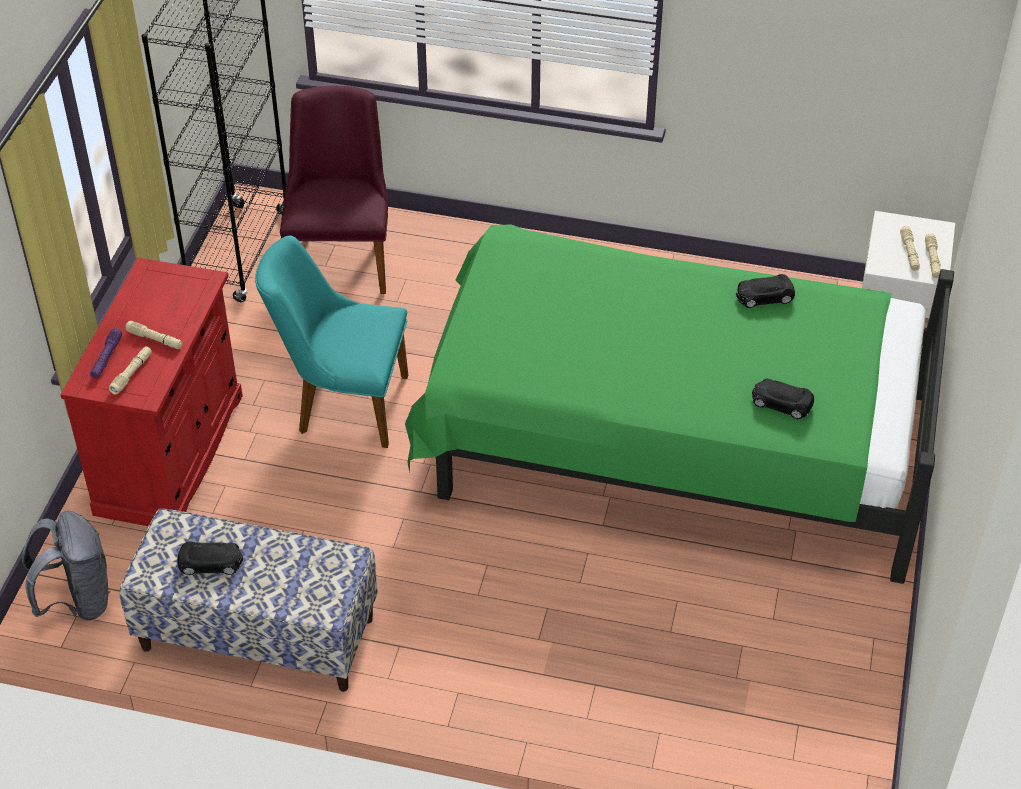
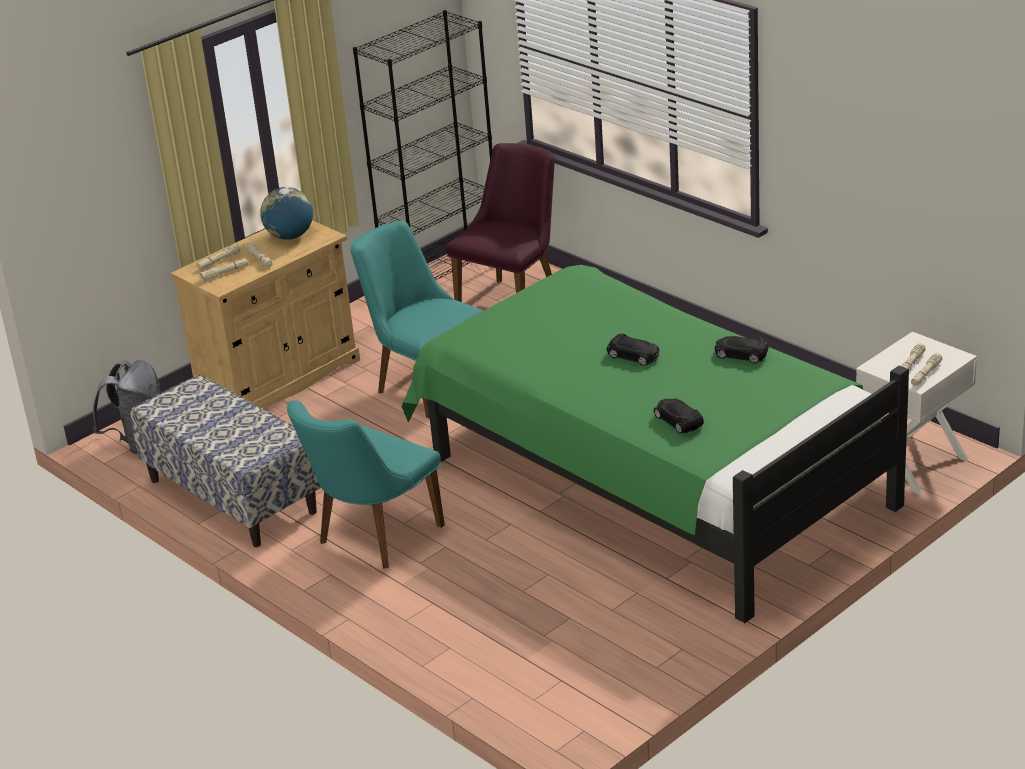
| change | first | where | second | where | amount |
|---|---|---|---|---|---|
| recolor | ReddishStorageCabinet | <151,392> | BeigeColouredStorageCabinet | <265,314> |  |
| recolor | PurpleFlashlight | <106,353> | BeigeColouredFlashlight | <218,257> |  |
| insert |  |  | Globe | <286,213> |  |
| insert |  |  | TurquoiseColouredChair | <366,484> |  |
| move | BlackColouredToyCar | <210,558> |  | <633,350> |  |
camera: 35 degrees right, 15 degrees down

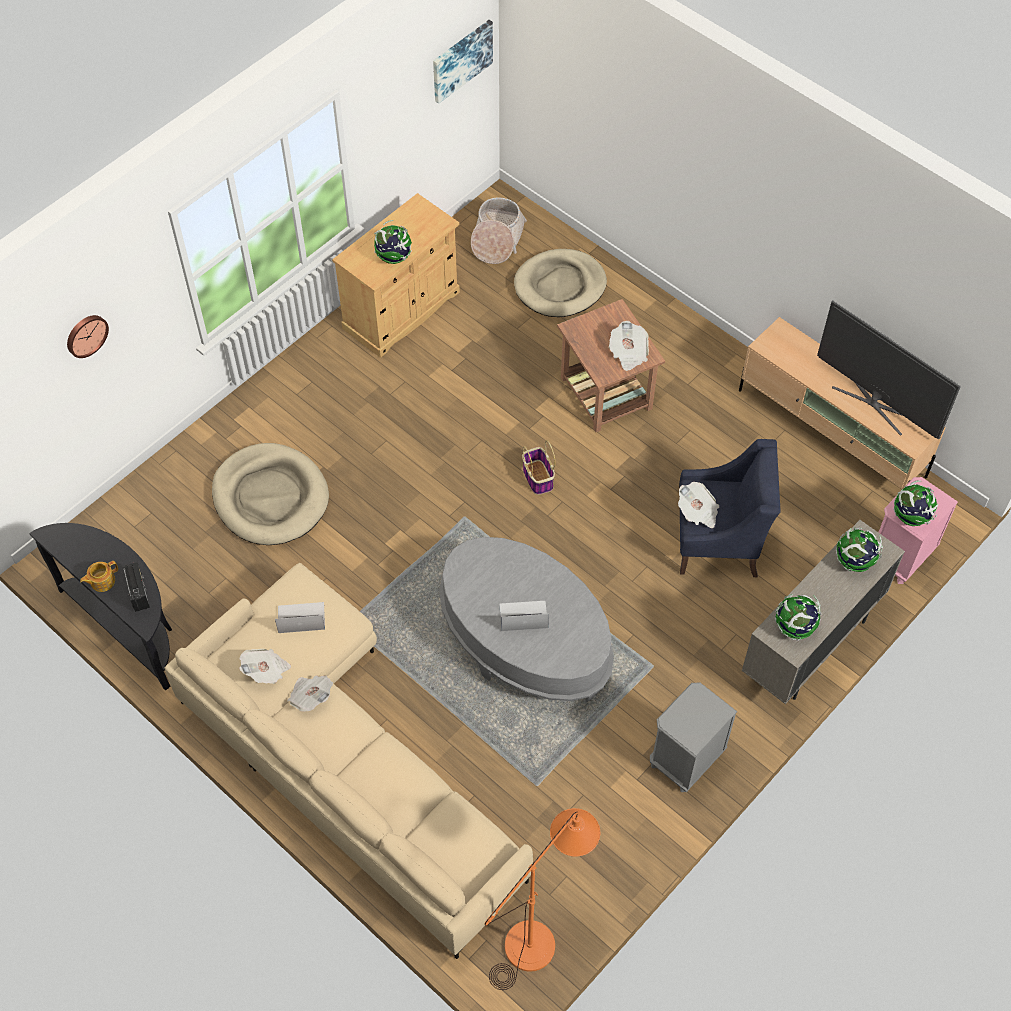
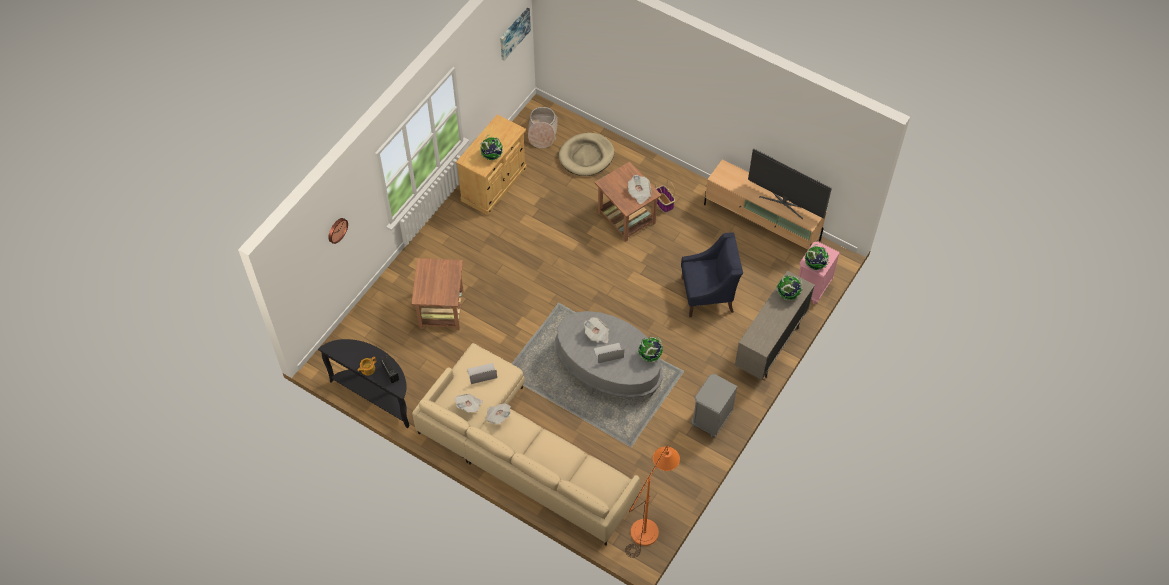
| change | first | where | second | where | amount |
|---|---|---|---|---|---|
| replace | BeigeColouredDogCushion | <270,494> | BrownAccentTable | <437,294> |  |
| move | DailyPaper | <698,505> |  | <596,330> |  |
| move | Globe | <798,617> |  | <650,349> |  |
| move | StorageBasket | <538,467> |  | <665,196> |  |
camera: 10 degrees left, 0 degrees up

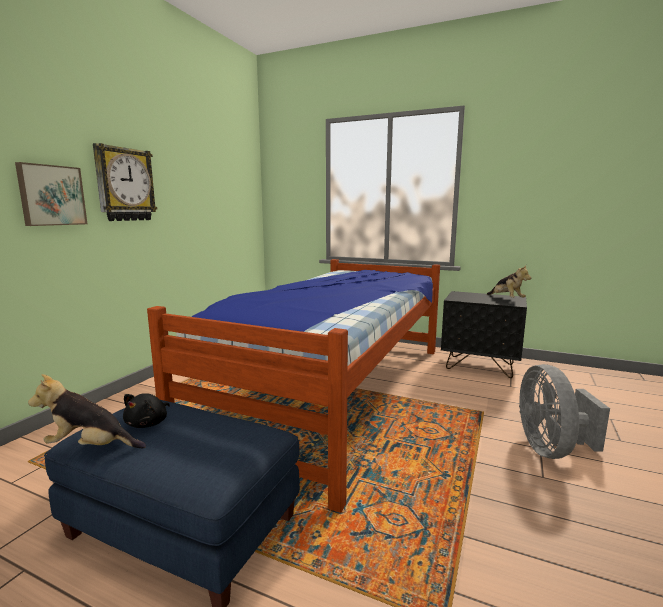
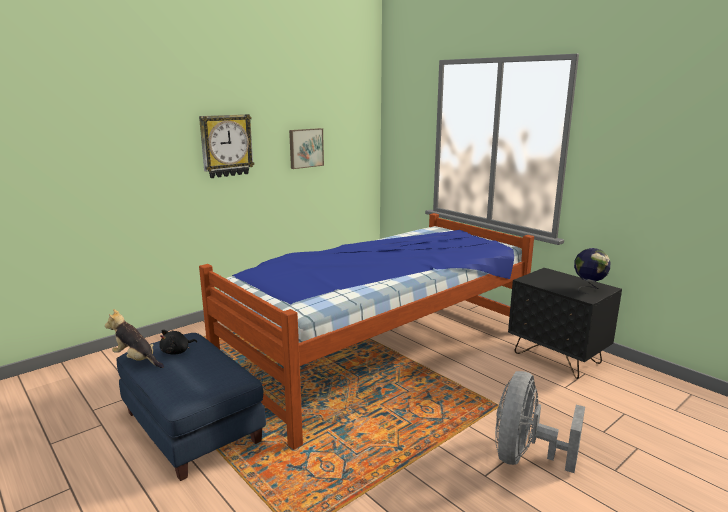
| change | first | where | second | where | amount |
|---|---|---|---|---|---|
| move | WallArt | <51,194> |  | <306,148> |  |
| replace | PlushToy | <509,281> | Globe | <592,271> |  |
camera: 25 degrees right, 5 degrees up

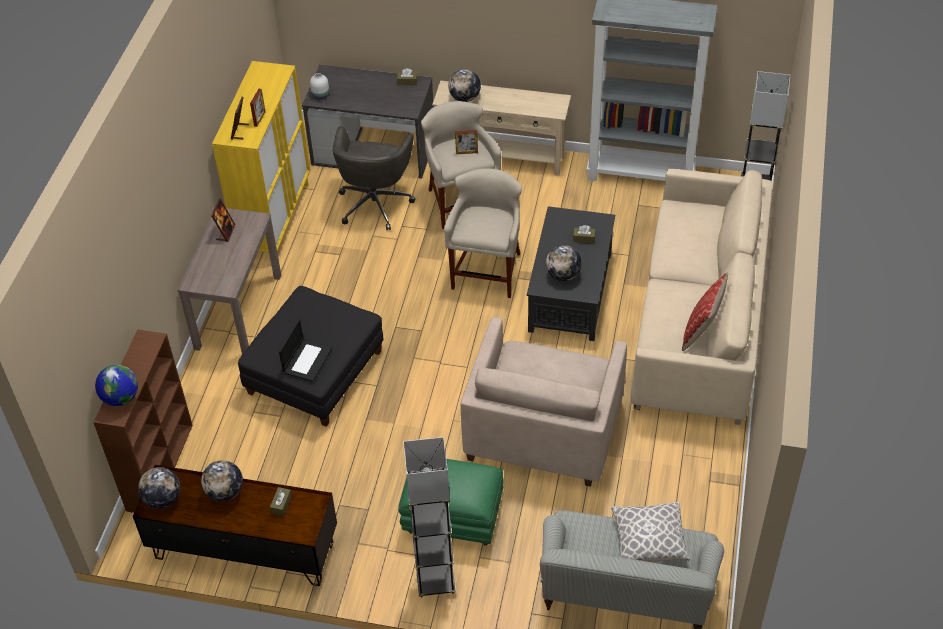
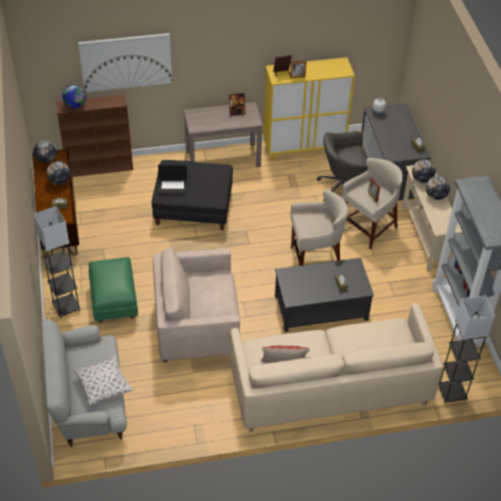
| change | first | where | second | where | amount |
|---|---|---|---|---|---|
| insert |  |  | WallArt | <125,62> |  |
| move | Globe | <564,263> |  | <438,188> |  |
camera: 65 degrees right, 0 degrees up

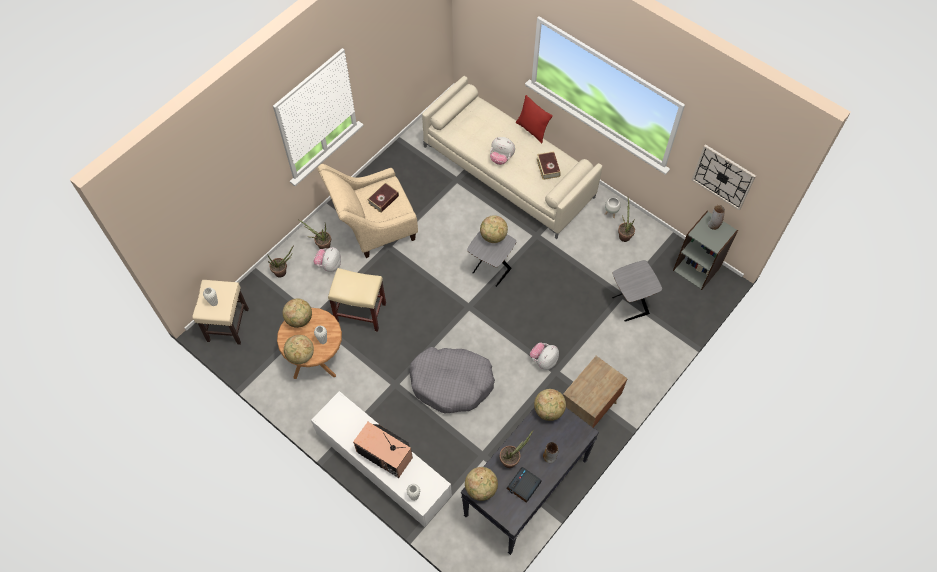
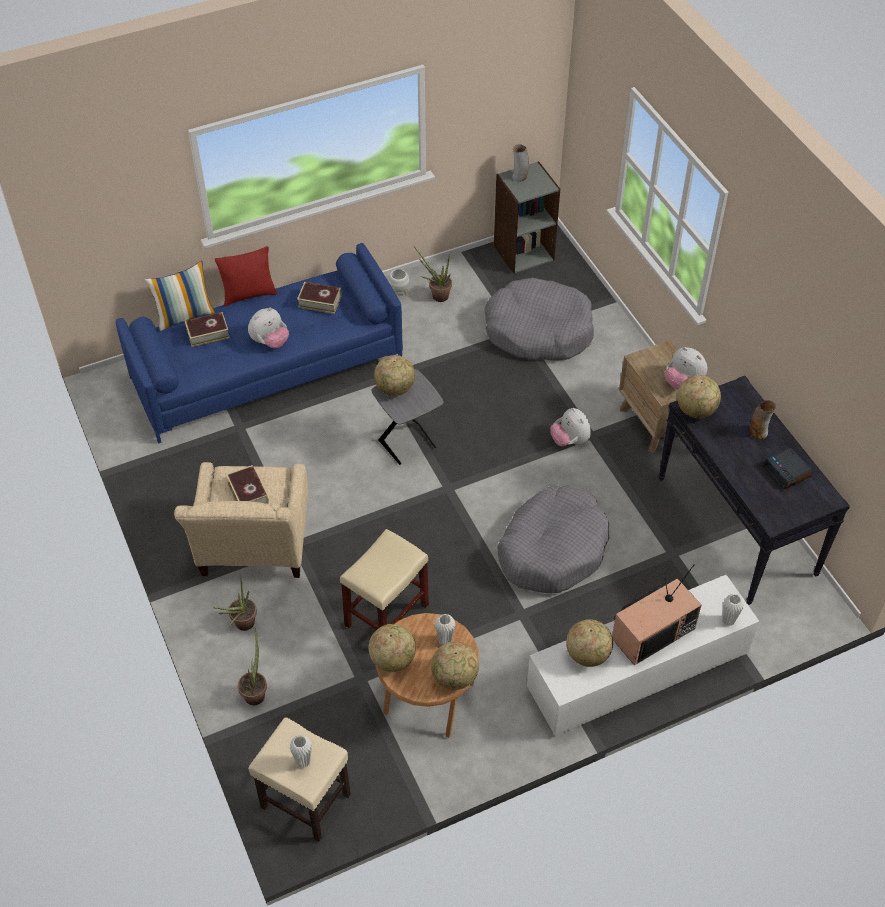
| change | first | where | second | where | amount |
|---|---|---|---|---|---|
| recolor | BeigeColouredCouch | <512,157> | BlueColouredCouch | <259,343> |  |
| insert |  |  | Pillow | <180,296> |  |
| insert |  |  | BoundBook | <207,329> |  |
| replace | GreyishAccentTable | <637,291> | GreyishDogCushion | <539,319> |  |
| move | Globe | <481,484> |  | <589,643> |  |
| move | PlushToy | <327,259> |  | <686,368> |  |
| delete | Houseplant | <516,449> |  |  |  |
| delete | ClockOnTheWall | <724,177> |  |  |  |
camera: 65 degrees left, 10 degrees down

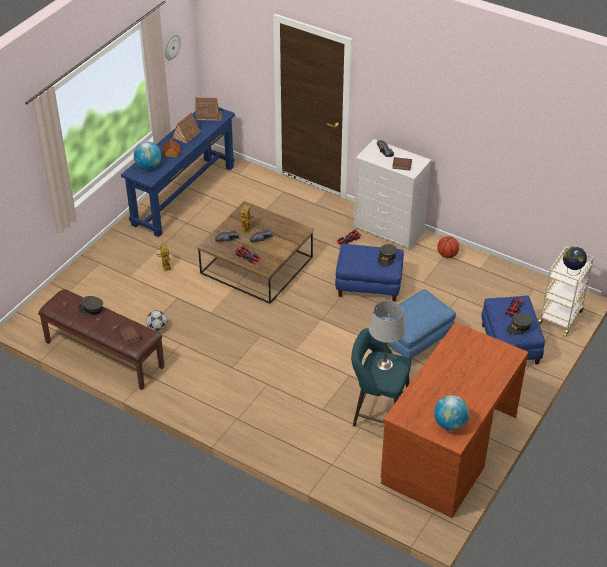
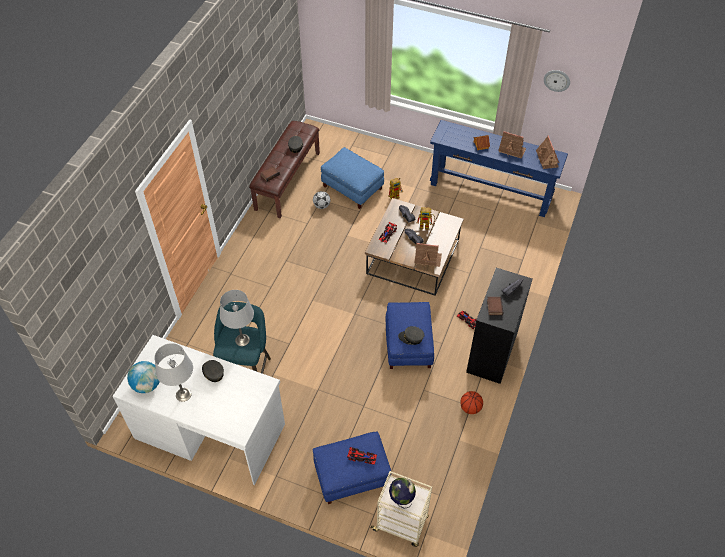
| change | first | where | second | where | amount |
|---|---|---|---|---|---|
| recolor | BrownDesk | <455,420> | WhiteColouredDesk | <199,410> |  |
| insert |  |  | GreyishLampForATable | <173,372> |  |
| move | GreyishBaseballCap | <519,324> |  | <213,371> |  |
| move | BlueColouredOttoman | <417,324> |  | <352,178> |  |
| insert |  |  | ModelHouse | <428,255> |  |
| recolor | WhiteColouredChestOfDrawers | <392,195> | BlackColouredChestOfDrawers | <499,326> |  |
| delete | Globe | <147,155> |  |  |  |
camera: 80 degrees right, 10 degrees up

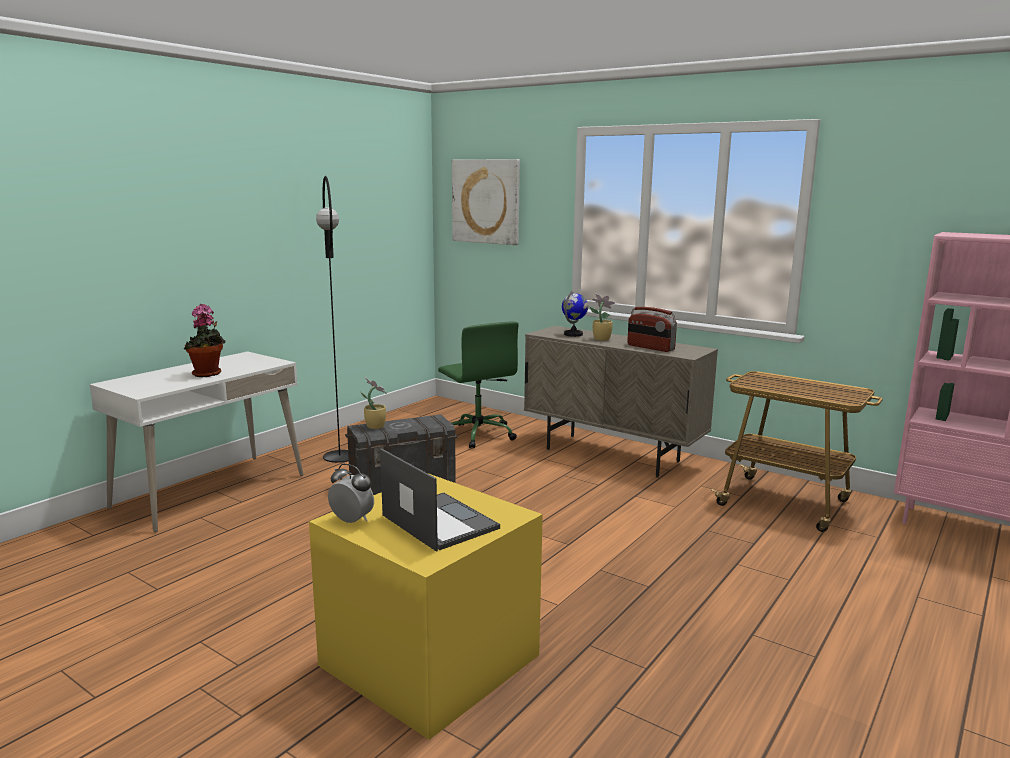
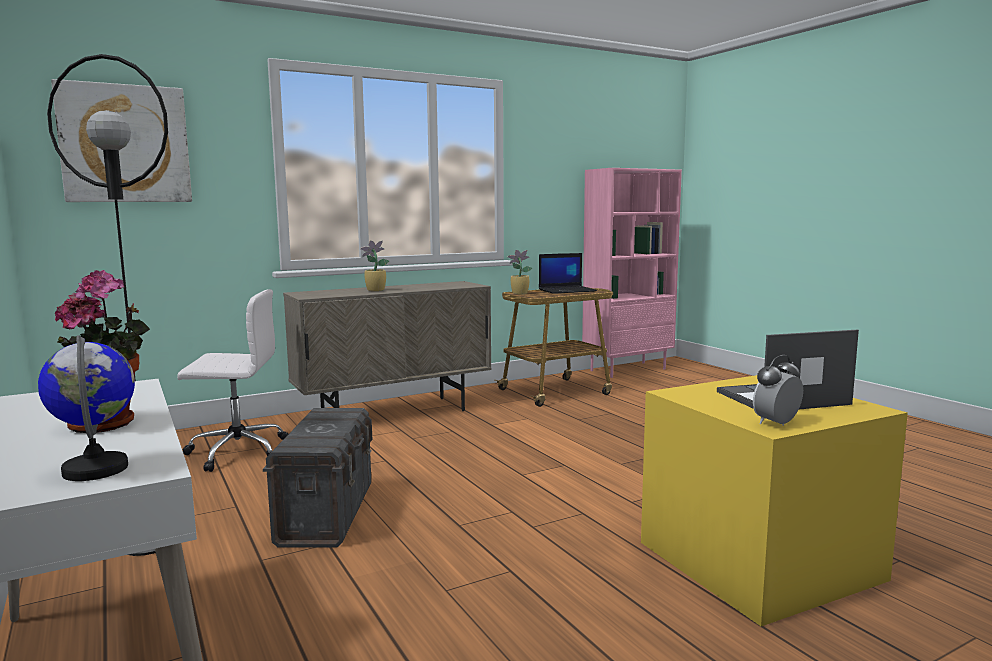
| change | first | where | second | where | amount |
|---|---|---|---|---|---|
| move | Globe | <575,314> |  | <86,408> |  |
| recolor | GreenishComputerChair | <478,385> | WhiteColouredComputerChair | <232,380> |  |
| move | Houseplant | <373,403> |  | <520,272> |  |
| insert |  |  | Laptop | <568,273> |  |
| delete | RadioSet | <652,329> |  |  |  |
camera: 65 degrees left, 5 degrees down

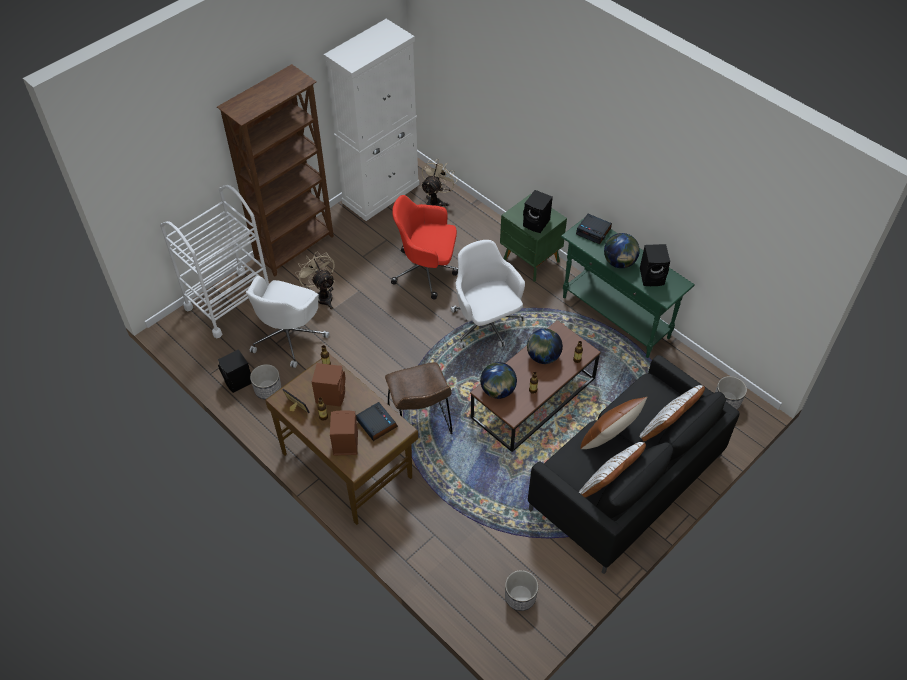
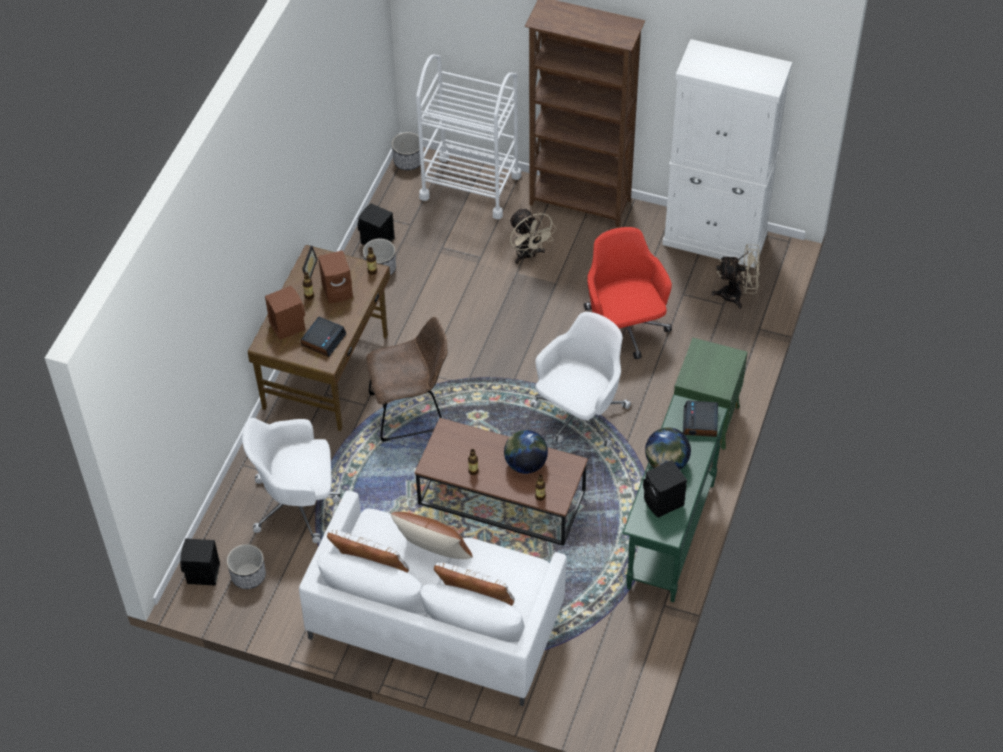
| change | first | where | second | where | amount |
|---|---|---|---|---|---|
| move | BlackColouredLoudspeaker | <538,211> |  | <200,562> |  |
| move | WhiteColouredComputerChair | <288,322> |  | <291,480> |  |
| recolor | BlackColouredCouch | <634,464> | WhiteColouredCouch | <433,598> |  |
| rotate | BrownChair | <419,398> |  | <407,379> | 150 degrees counterclockwise |
| move | Planter | <731,392> |  | <406,151> |  |
| rotate | BeigeColouredFan | <315,280> |  | <533,236> | 120 degrees clockwise |
| delete | Globe | <498,380> |  |  |  |
camera: 65 degrees right, 0 degrees up

